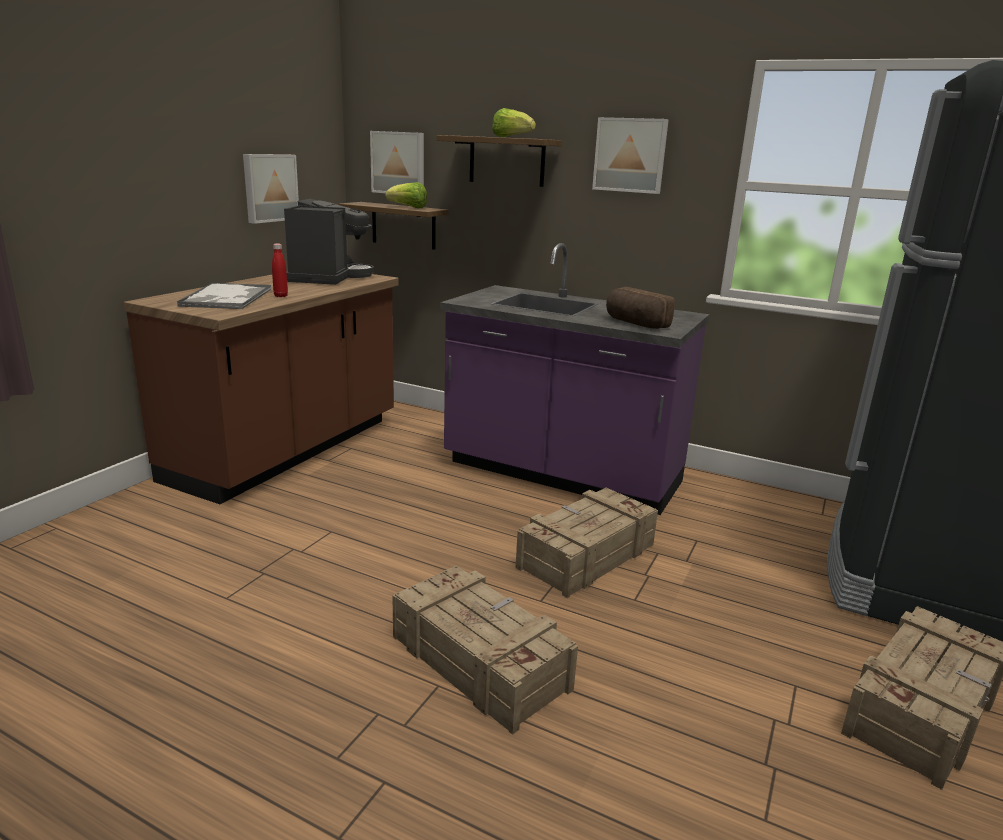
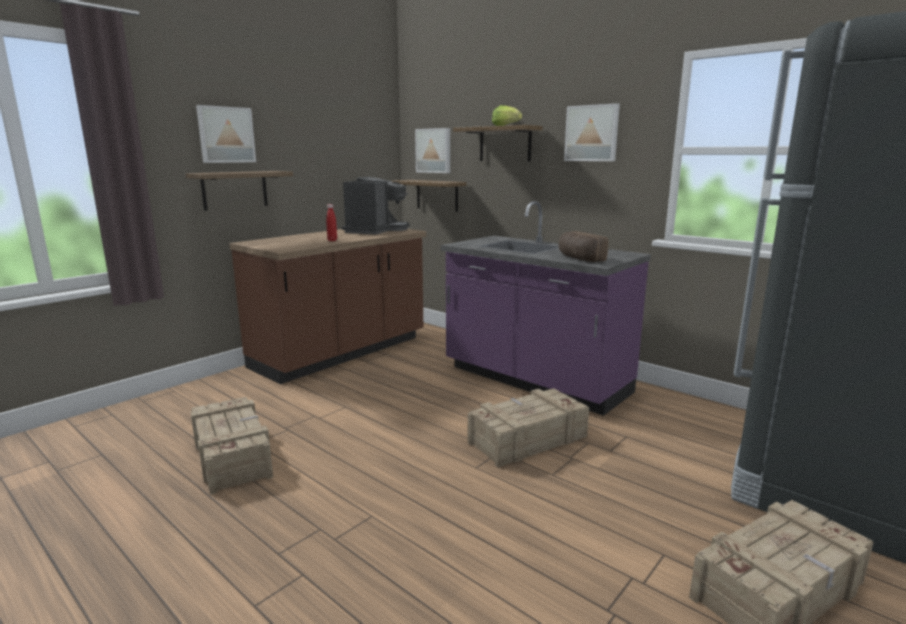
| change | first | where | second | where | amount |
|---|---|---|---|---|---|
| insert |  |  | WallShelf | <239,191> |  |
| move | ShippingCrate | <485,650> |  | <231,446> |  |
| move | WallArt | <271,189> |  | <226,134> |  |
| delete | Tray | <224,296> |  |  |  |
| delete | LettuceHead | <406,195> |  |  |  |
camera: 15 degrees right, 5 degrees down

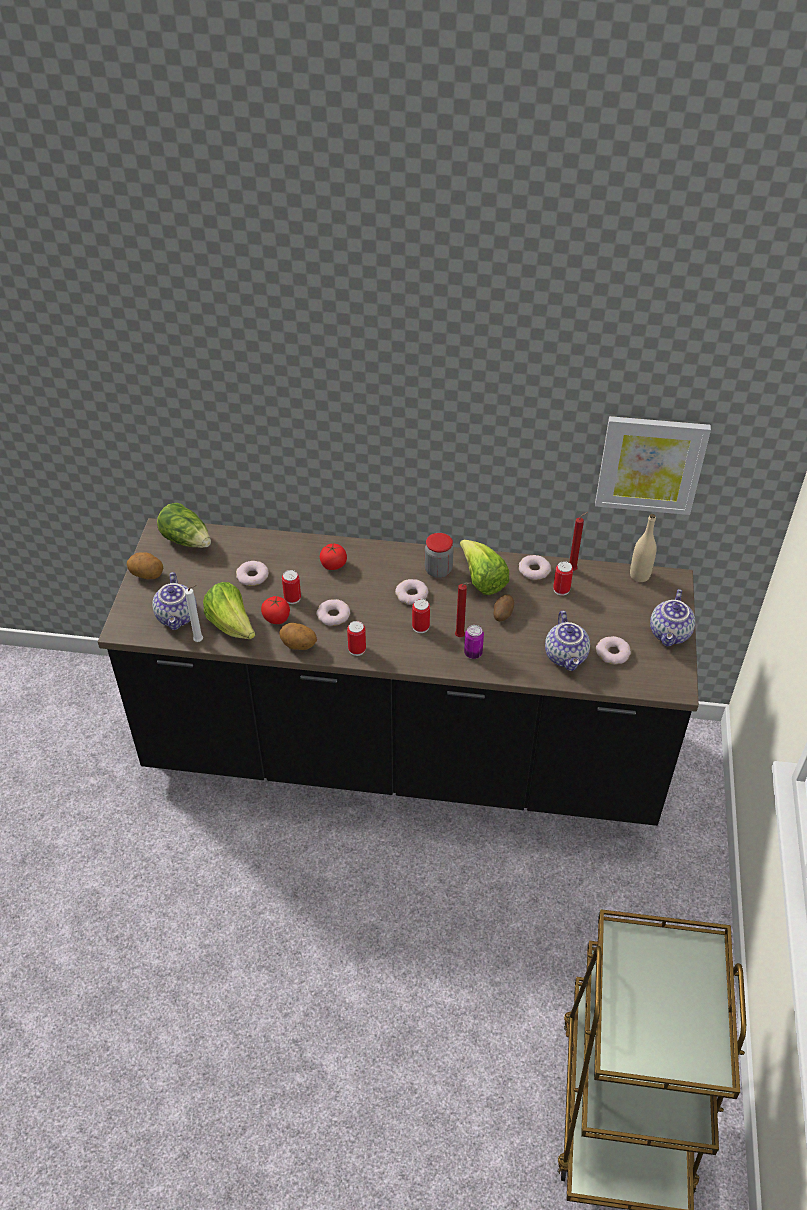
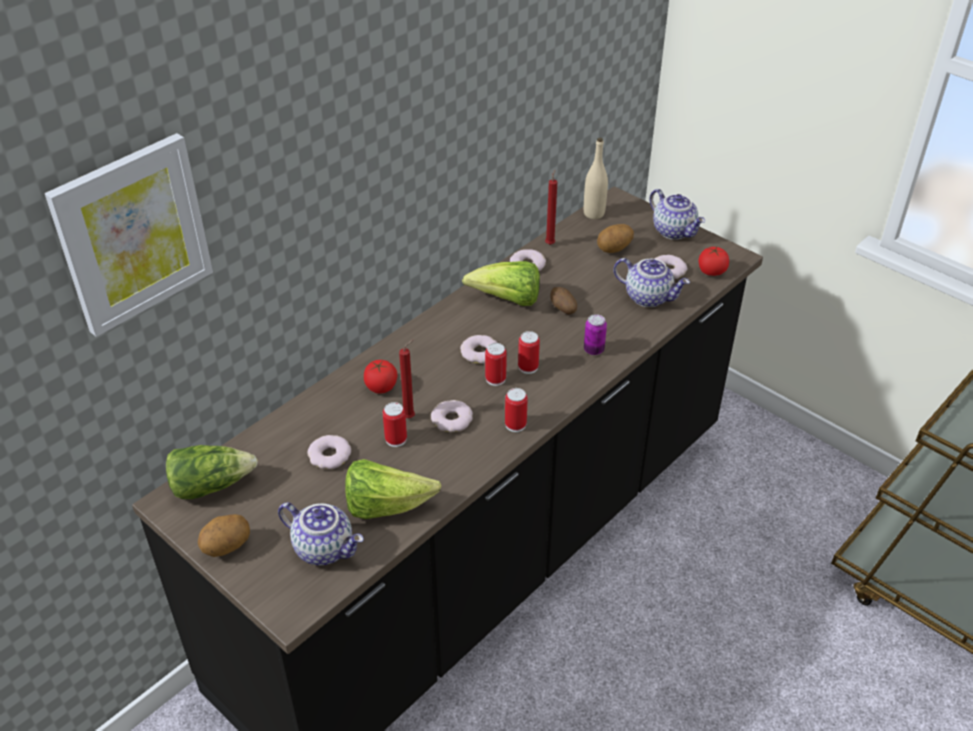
| change | first | where | second | where | amount |
|---|---|---|---|---|---|
| move | WallArt | <653,465> |  | <129,235> |  |
| move | ReddishWaxCandle | <463,609> |  | <407,379> |  |
| move | SealedCan | <563,578> |  | <496,364> |  |
| move | Potato | <298,636> |  | <615,238> |  |
| move | FreshTomato | <275,610> |  | <714,261> |  |
| delete | WhiteColouredWaxCandle | <194,613> |  |  |  |
| delete | StorageJar | <439,555> |  |  |  |
camera: 55 degrees left, 5 degrees down

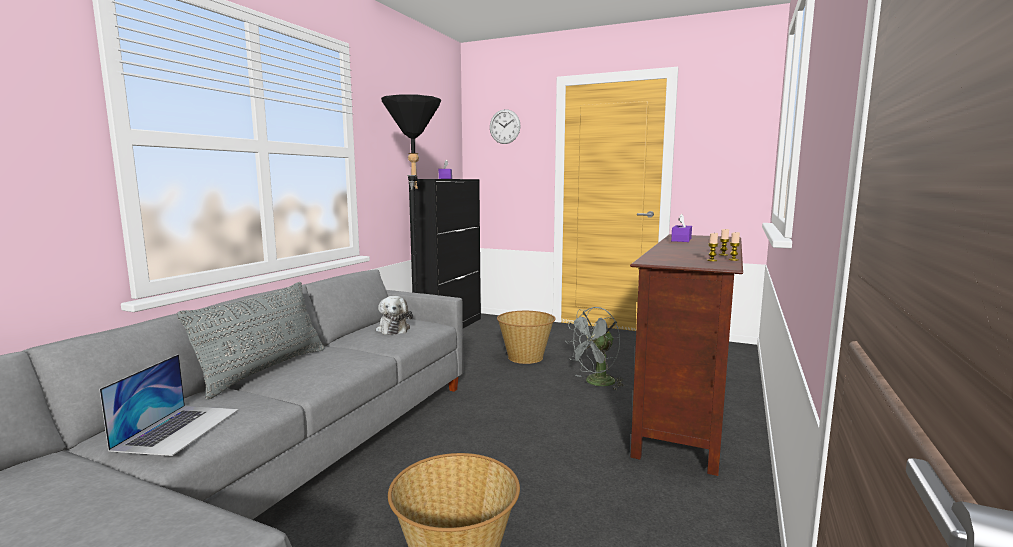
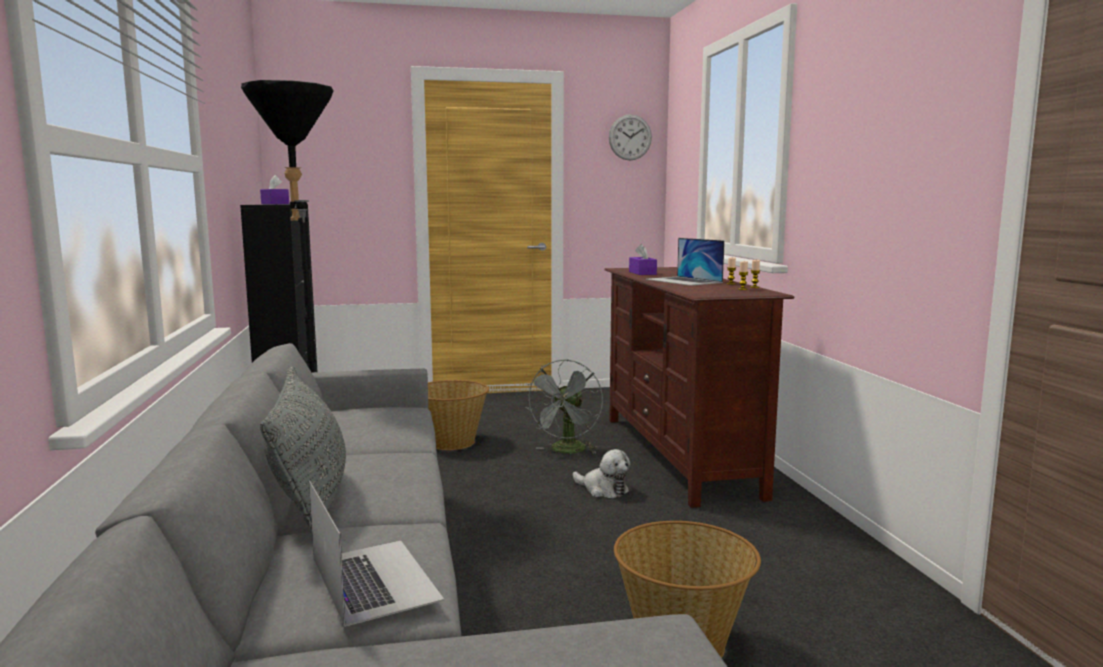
| change | first | where | second | where | amount |
|---|---|---|---|---|---|
| move | PlushToy | <394,315> |  | <601,473> |  |
| move | ClockOnTheWall | <505,126> |  | <630,137> |  |
| insert |  |  | Laptop | <685,262> |  |
camera: 35 degrees left, 0 degrees up

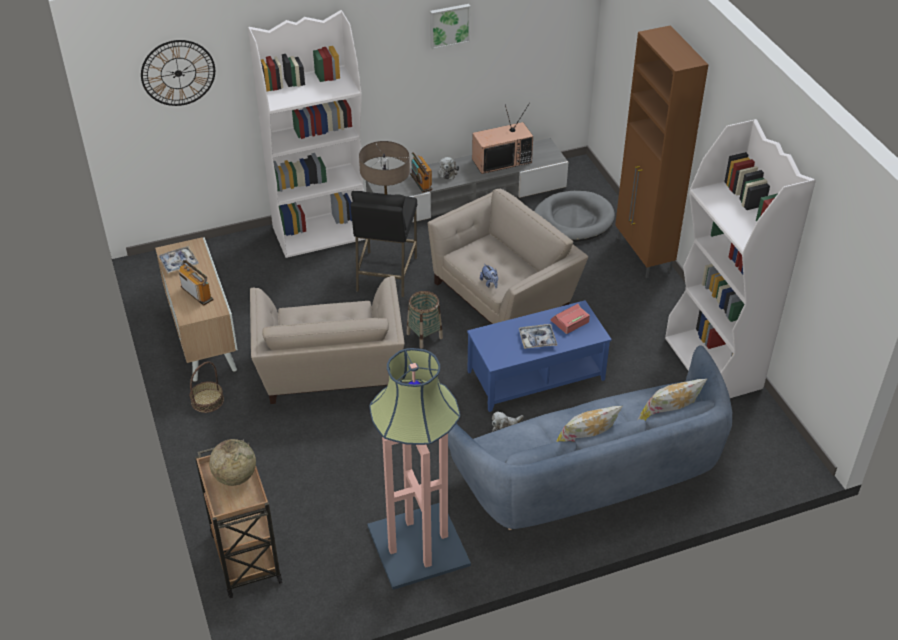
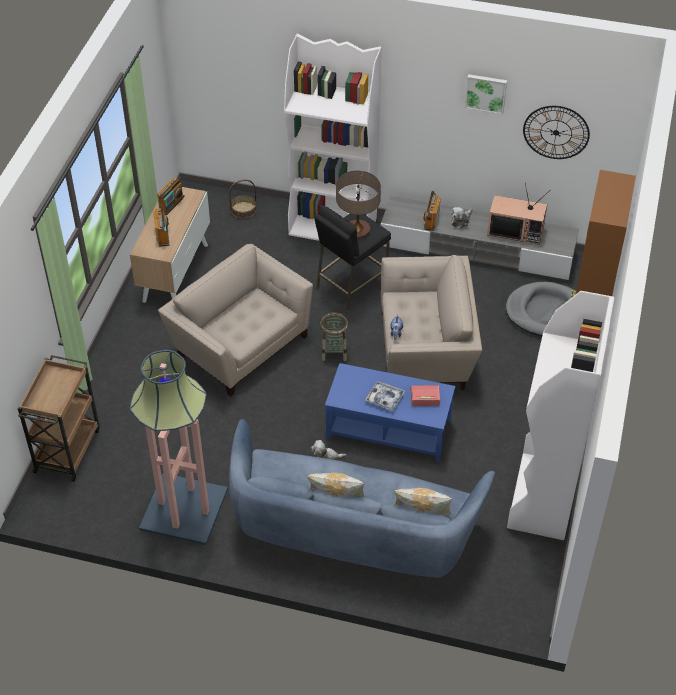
| change | first | where | second | where | amount |
|---|---|---|---|---|---|
| replace | Tray | <178,259> | RadioSet | <171,195> |  |
| rotate | BeigeColouredArmchair | <327,340> |  | <235,320> | 105 degrees clockwise |
| move | StorageBasket | <207,387> |  | <243,199> |  |
| move | ClockOnTheWall | <178,73> |  | <556,132> |  |
| delete | Globe | <232,462> |  |  |  |
camera: 35 degrees right, 5 degrees up

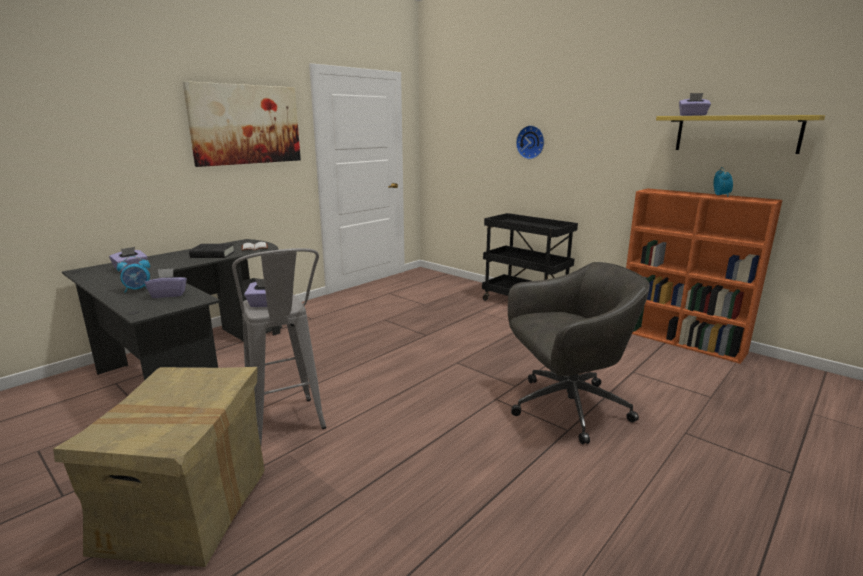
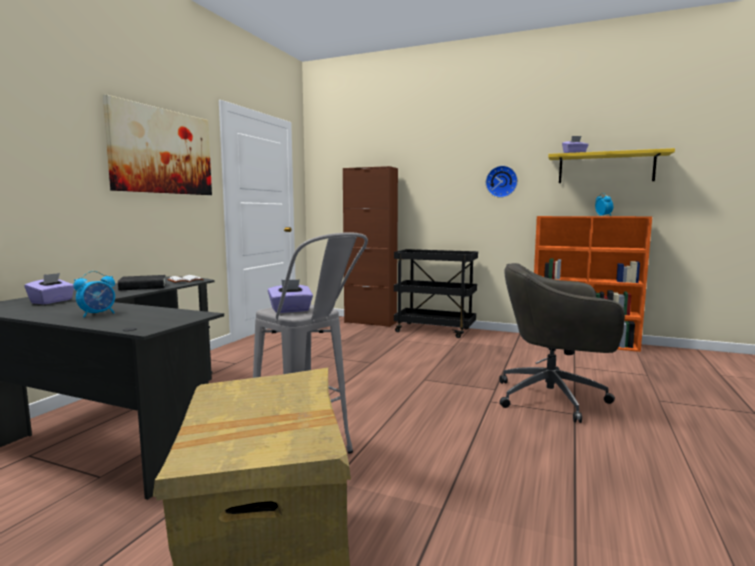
| change | first | where | second | where | amount |
|---|---|---|---|---|---|
| insert |  |  | BrownStorageCabinet | <370,246> |  |
| move | ClockOnTheWall | <530,142> |  | <502,182> |  |
| rotate | GreyishComputerChair | <579,353> |  | <562,343> | 135 degrees counterclockwise |
| delete | PurpleTissueBox | <166,283> |  |  |  |
camera: 20 degrees left, 10 degrees down

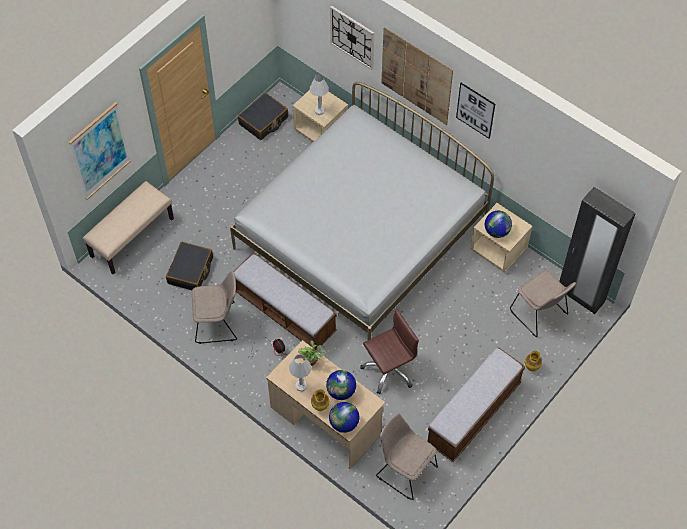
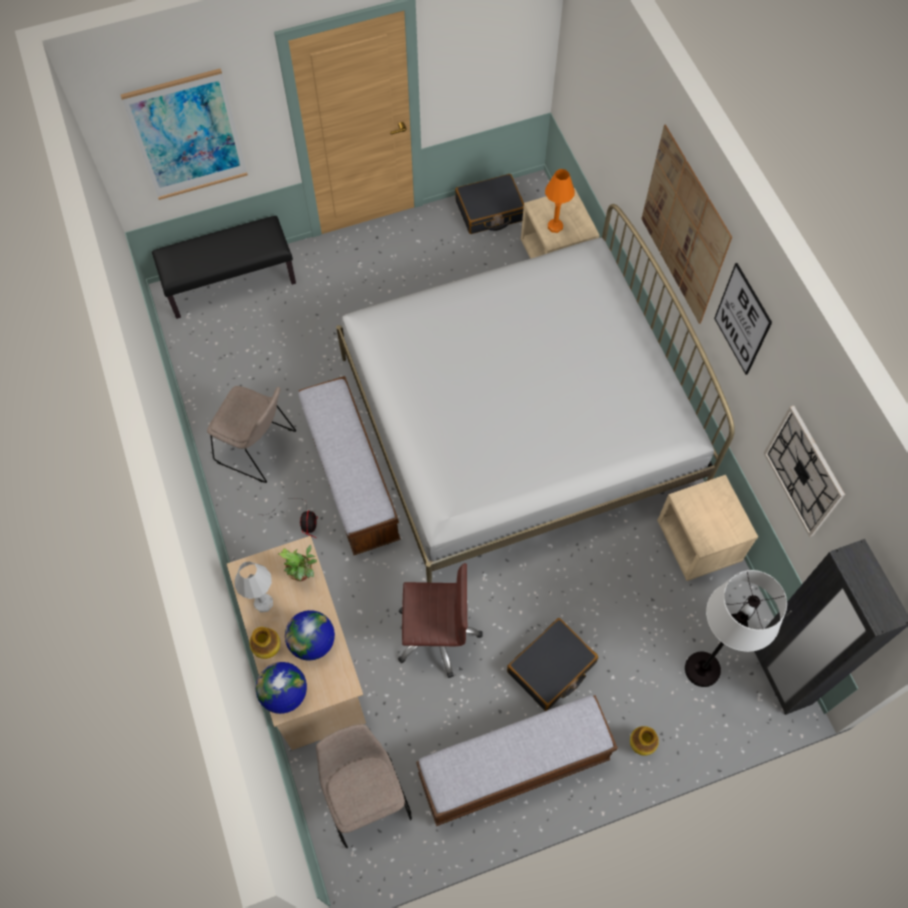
| change | first | where | second | where | amount |
|---|---|---|---|---|---|
| recolor | BeigeColouredLongSeat | <128,228> | BlackColouredLongSeat | <224,267> |  |
| move | BlackColouredPieceOfLuggage | <189,266> |  | <552,664> |  |
| recolor | WhiteColouredLampForATable | <319,95> | OrangeColouredLampForATable | <560,201> |  |
| replace | BeigeColouredChair | <543,303> | WhiteColouredStandardLamp | <736,628> |  |
| move | ClockOnTheWall | <352,38> |  | <804,471> |  |
| delete | Globe | <498,224> |  |  |  |
camera: 30 degrees right, 5 degrees up

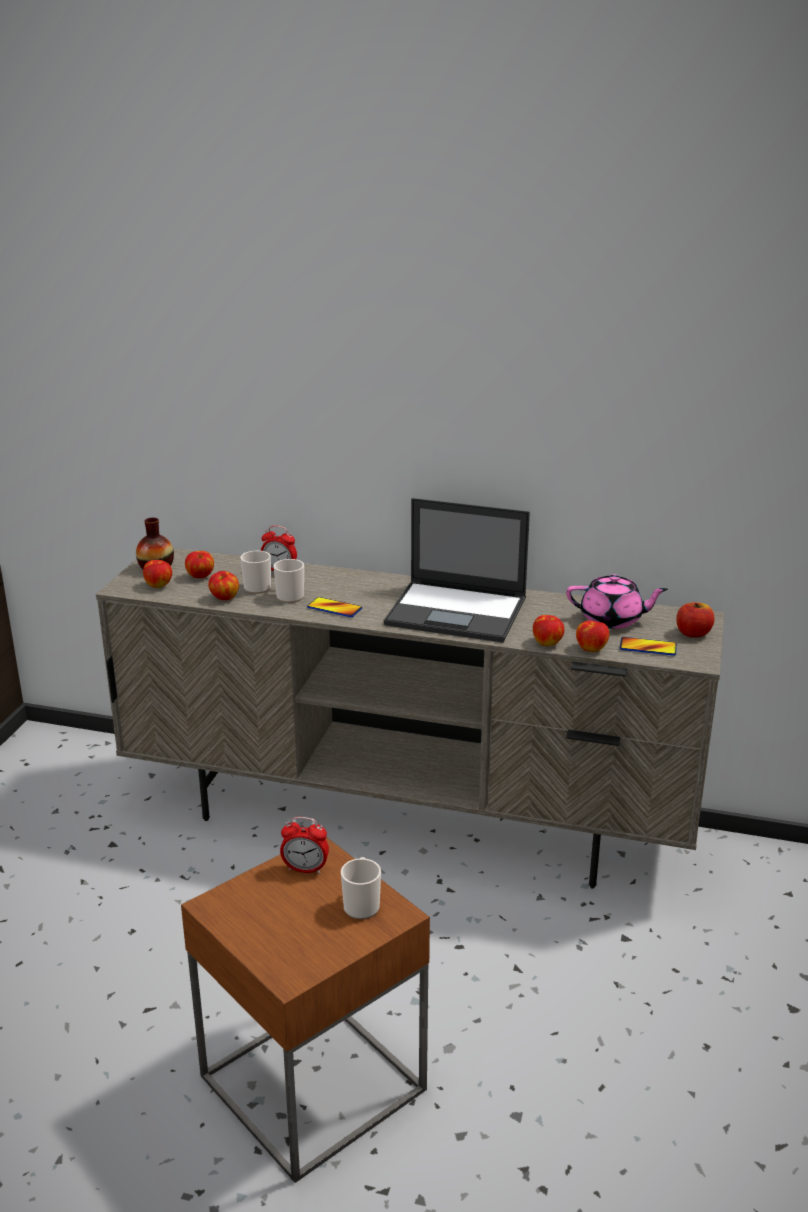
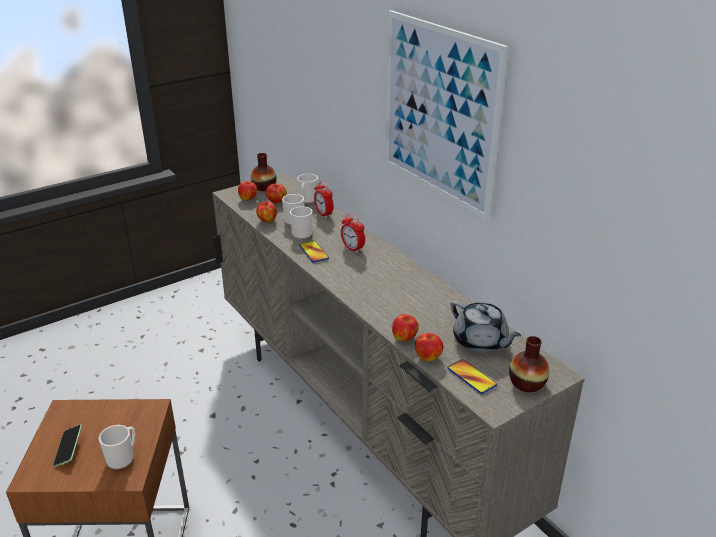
| change | first | where | second | where | amount |
|---|---|---|---|---|---|
| insert |  |  | Handset | <67,446> |  |
| insert |  |  | TeaMug | <307,188> |  |
| move | BedsideClock | <304,845> |  | <353,233> |  |
| insert |  |  | WallArt | <446,115> |  |
| recolor | PinkishPotForTea | <617,601> | GreyishPotForTea | <485,327> |  |
| replace | WholeApple | <695,619> | DecorativeVase | <529,364> |  |
| delete | Laptop | <457,570> |  |  |  |
camera: 40 degrees right, 5 degrees up

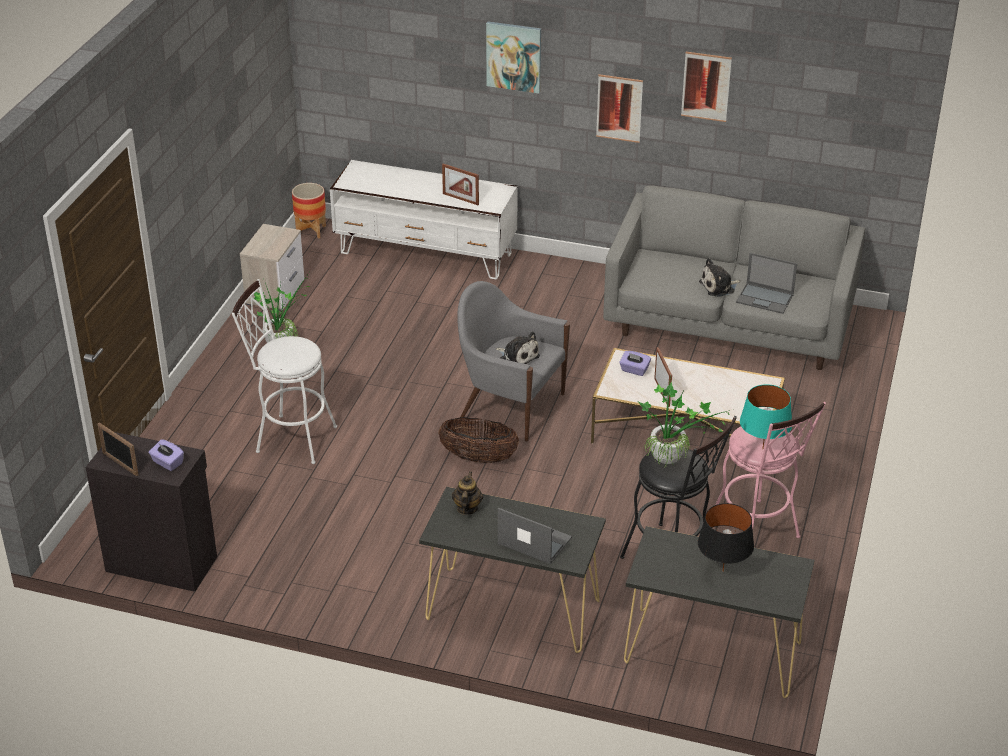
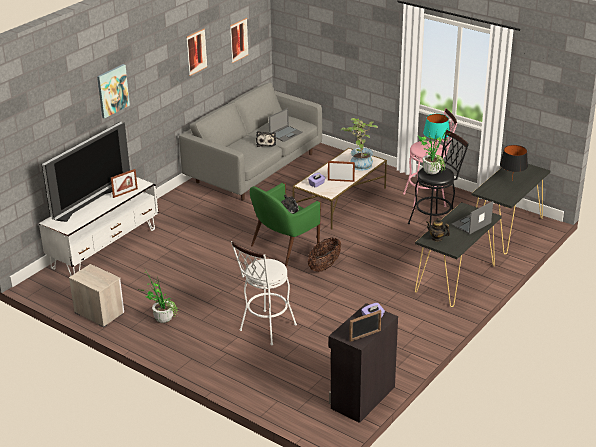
| change | first | where | second | where | amount |
|---|---|---|---|---|---|
| insert |  |  | Television | <86,171> |  |
| move | WallArt | <619,108> |  | <239,40> |  |
| recolor | GreyishArmchair | <513,361> | GreenishArmchair | <285,224> |  |
| insert |  |  | Houseplant | <359,144> |  |
| delete | Planter | <309,210> |  |  |  |
camera: 70 degrees left, 5 degrees down

